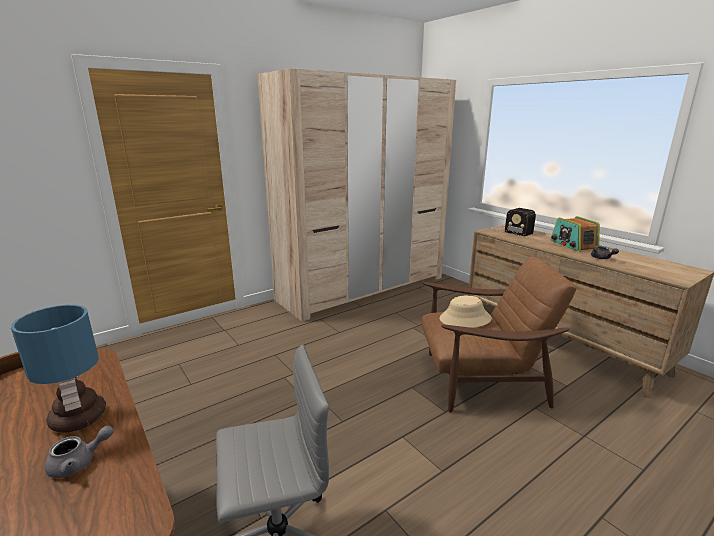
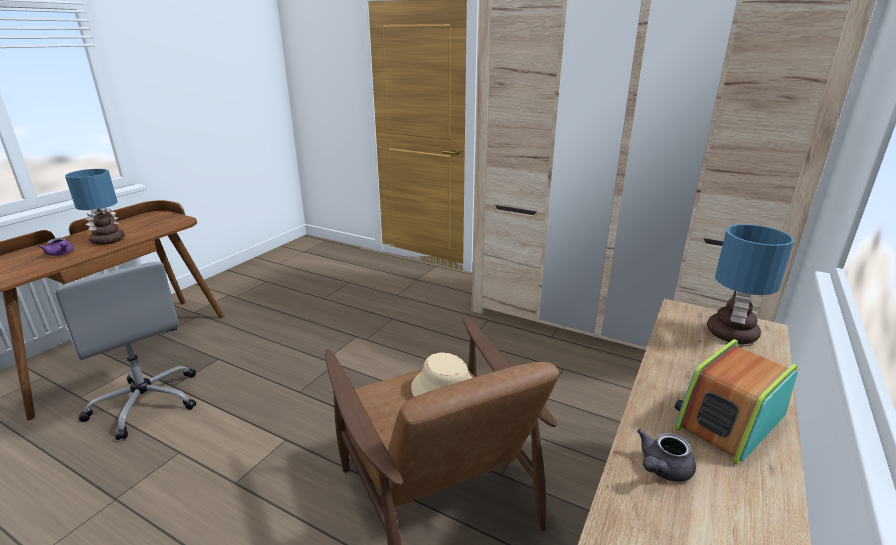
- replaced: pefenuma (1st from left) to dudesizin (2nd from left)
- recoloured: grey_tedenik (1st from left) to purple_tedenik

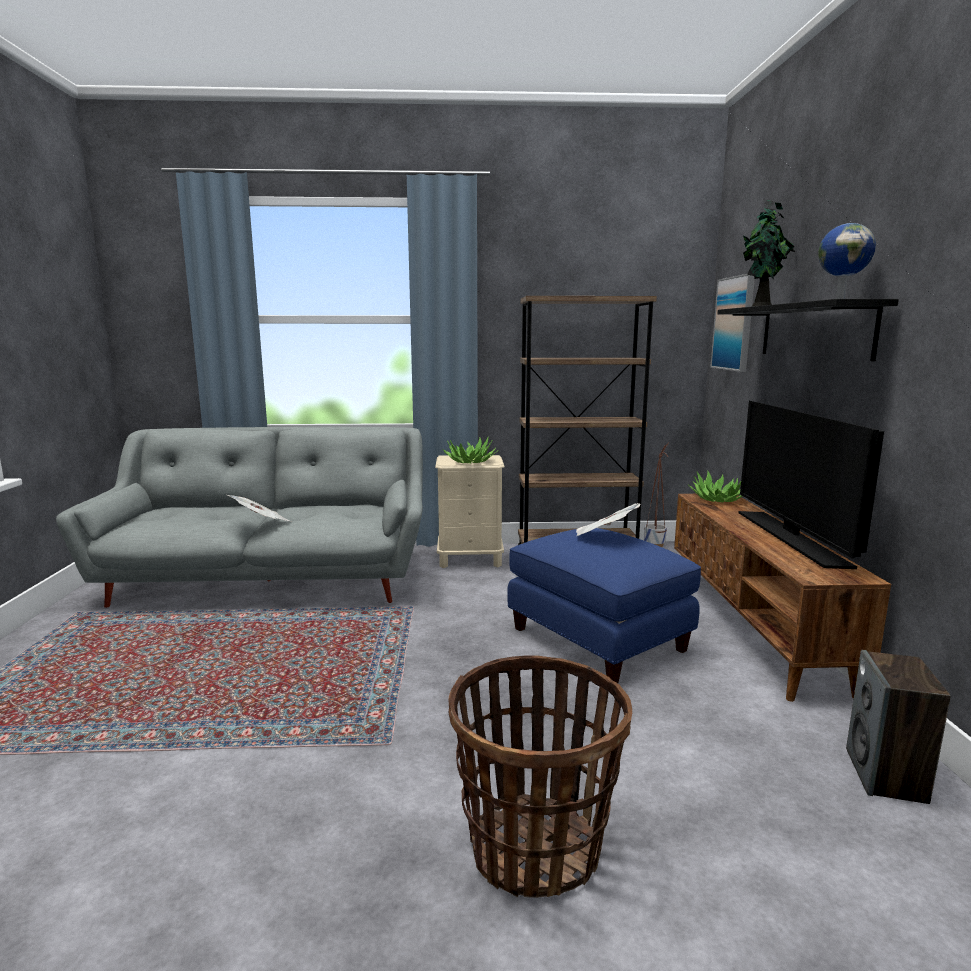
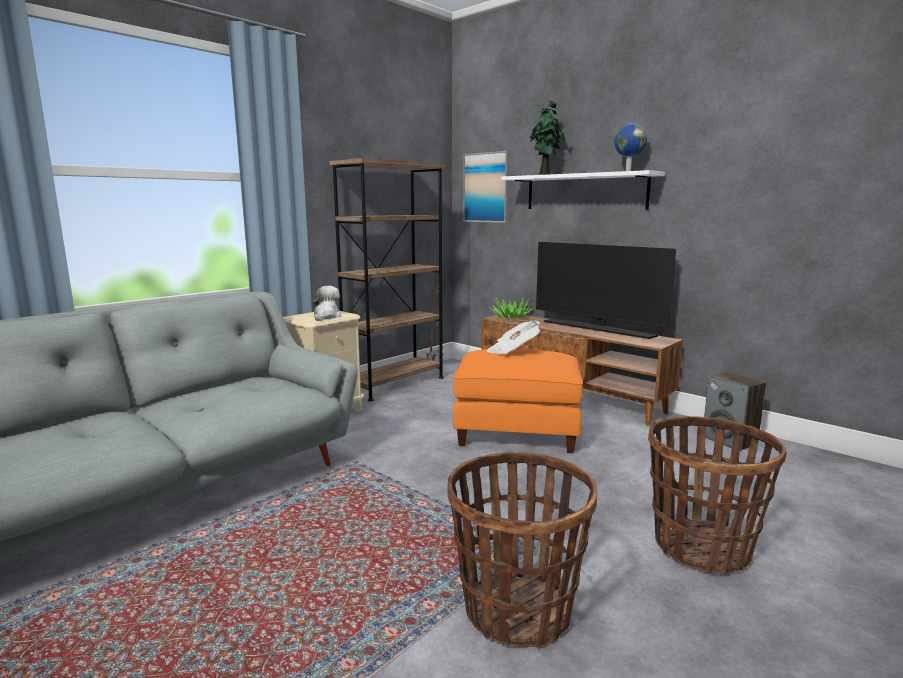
- recoloured: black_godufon to white_godufon
- replaced: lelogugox (1st from left) to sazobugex
- removed: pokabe (1st from left)
- recoloured: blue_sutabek to orange_sutabek
- added: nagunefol (1st from left)

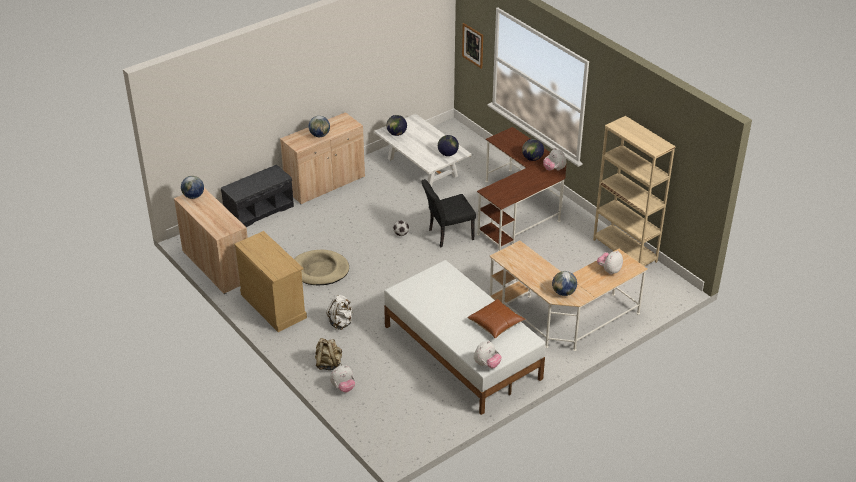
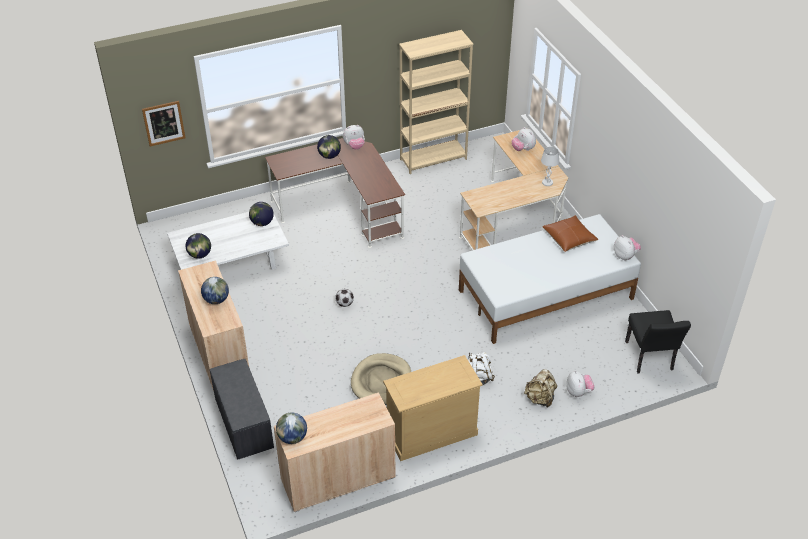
- moved: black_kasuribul
- replaced: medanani (6th from left) to white_dudesizin

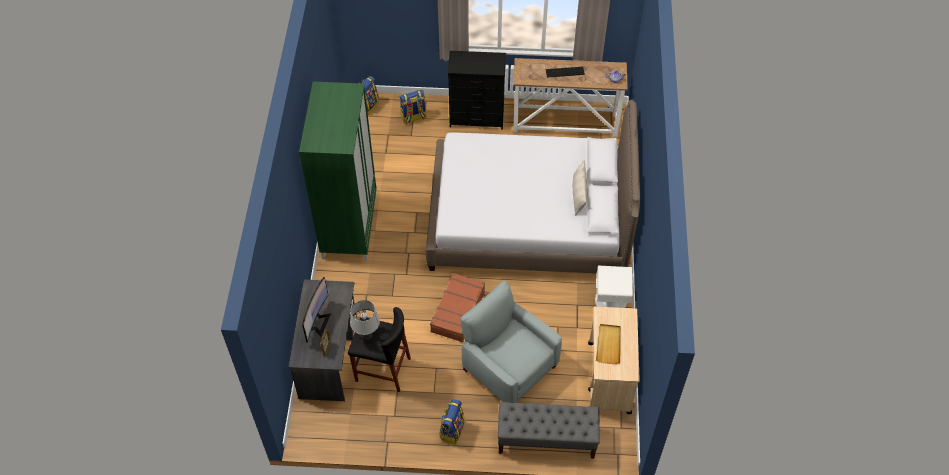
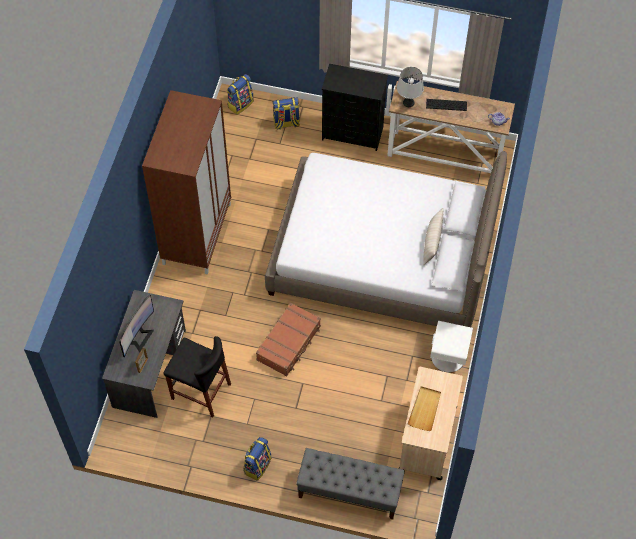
- recoloured: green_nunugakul to brown_nunugakul
- removed: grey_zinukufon
- moved: grey_dudesizin

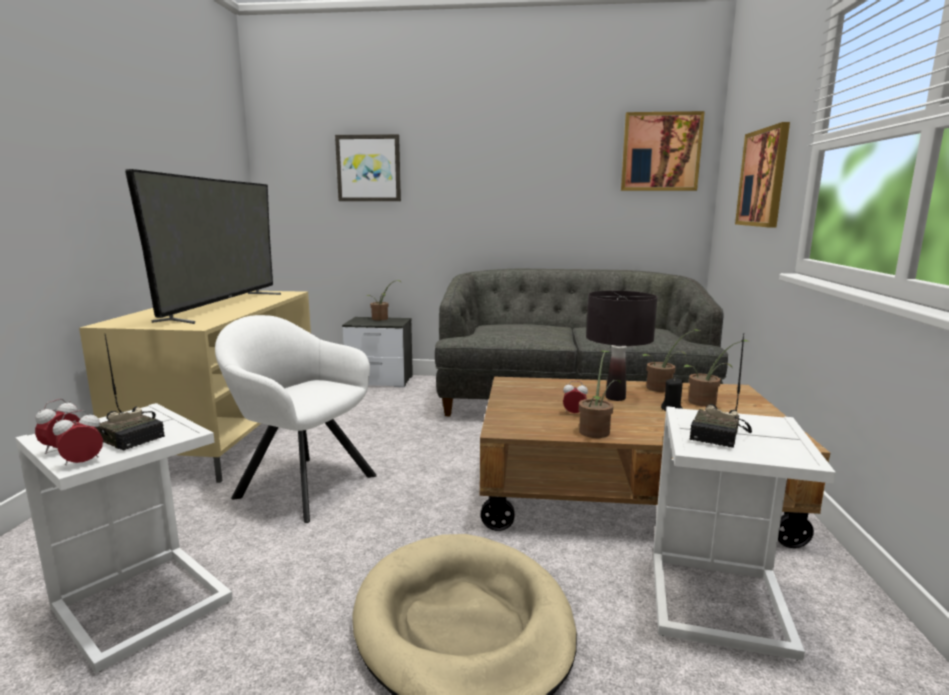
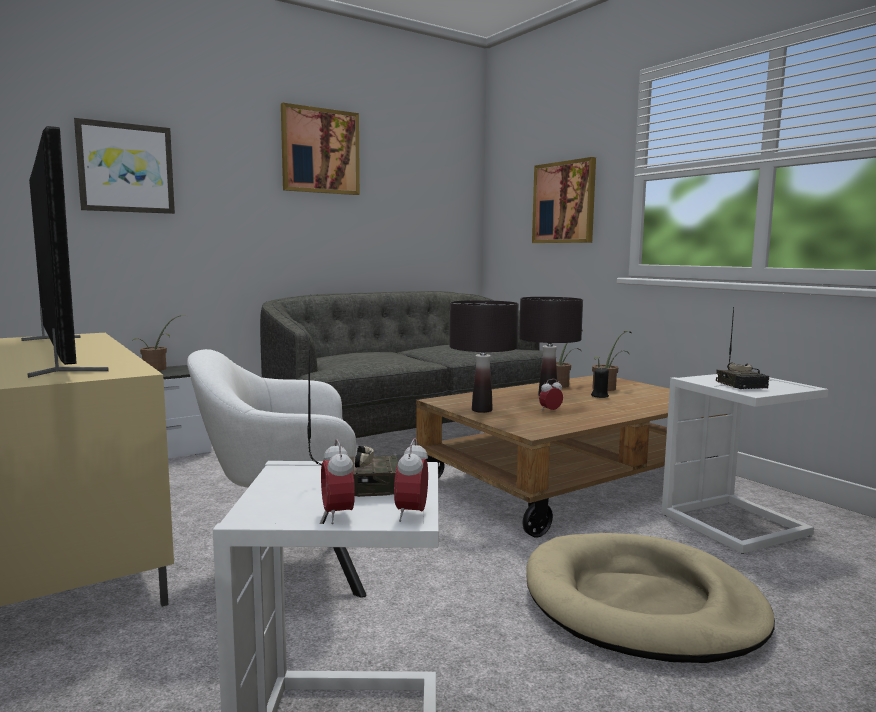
- moved: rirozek (2nd from left)
- removed: lelogugox (2nd from left)
- added: black_dudesizin (1st from left)

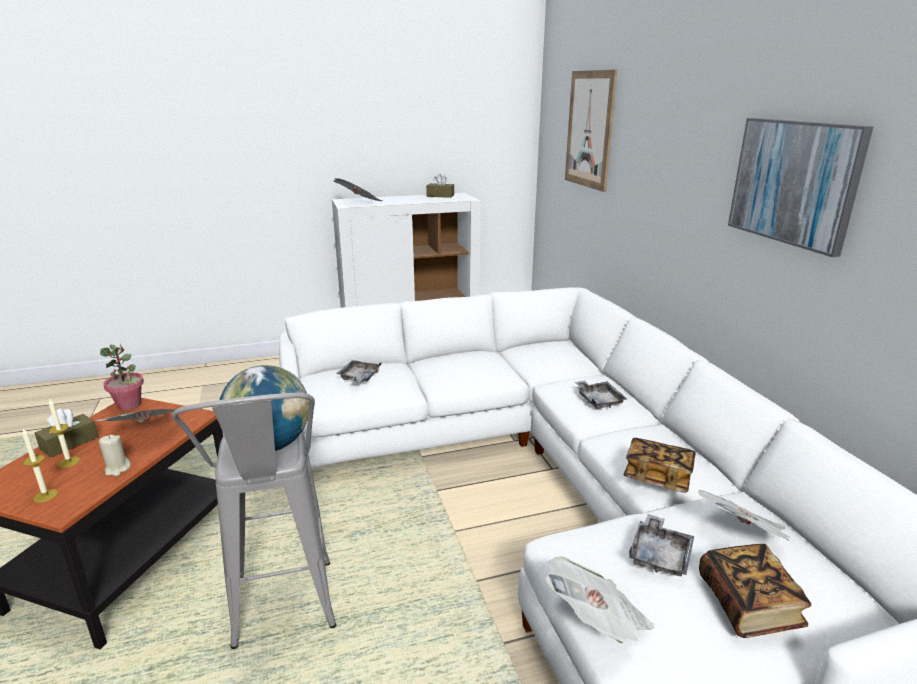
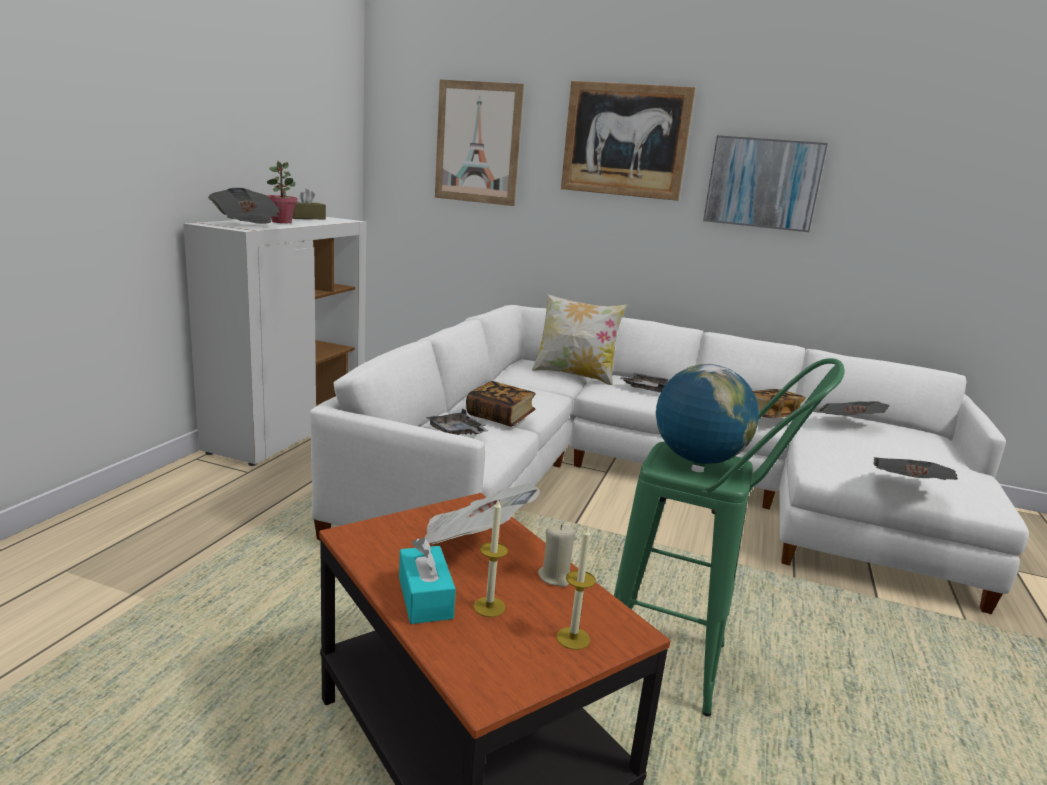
- moved: lelogugox
- recoloured: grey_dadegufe to green_dadegufe
- recoloured: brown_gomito (1st from left) to turquoise_gomito
- removed: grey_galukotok (3rd from left)
- moved: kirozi (2nd from left in the first image) to kirozi (1st from left)
- added: rirozek (2nd from left)
- added: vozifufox

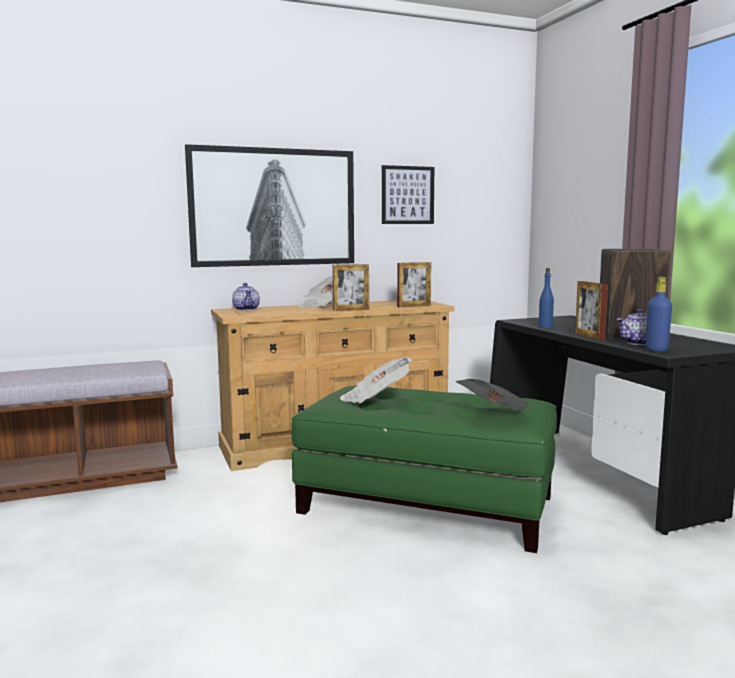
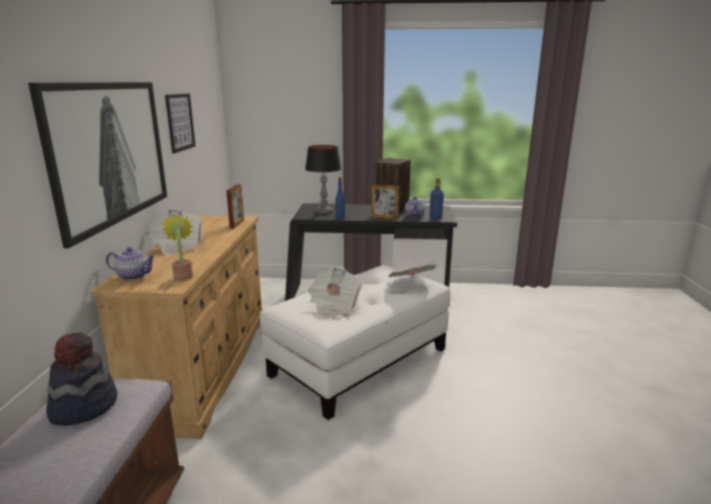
- removed: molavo (1st from left)
- recoloured: green_sutabek to white_sutabek
- added: dudesizin
- added: lelogugox
- added: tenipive

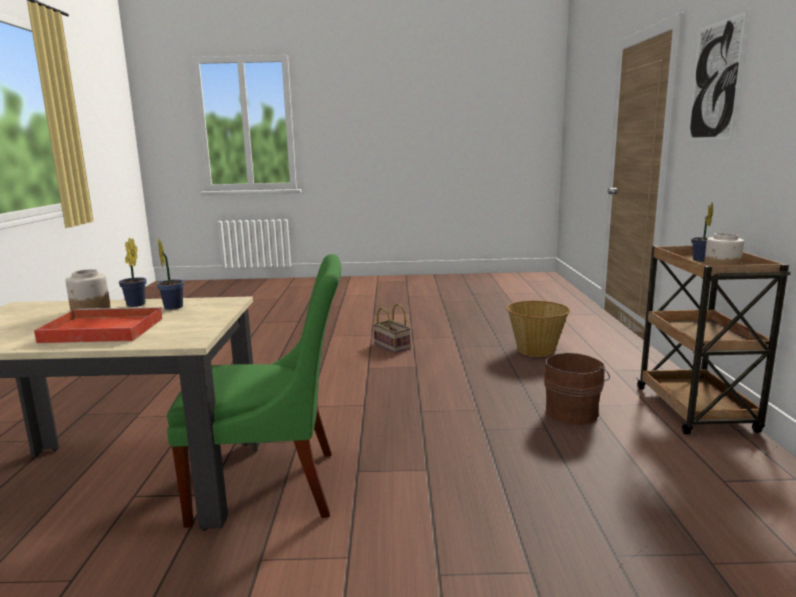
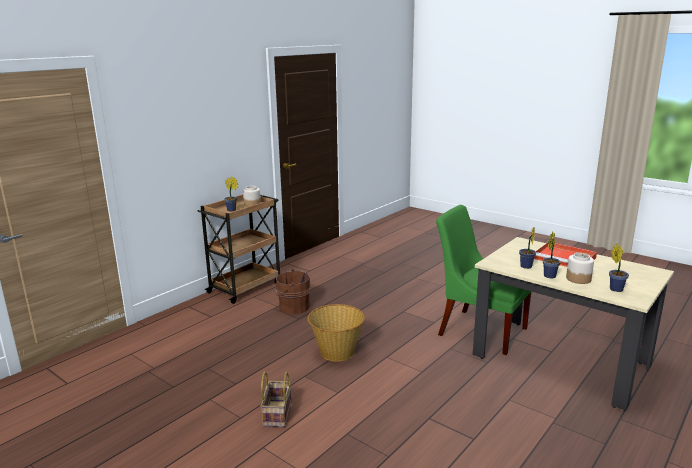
- removed: rirozek
- moved: nagunefol (2nd from left)
- added: lelogugox (4th from left)

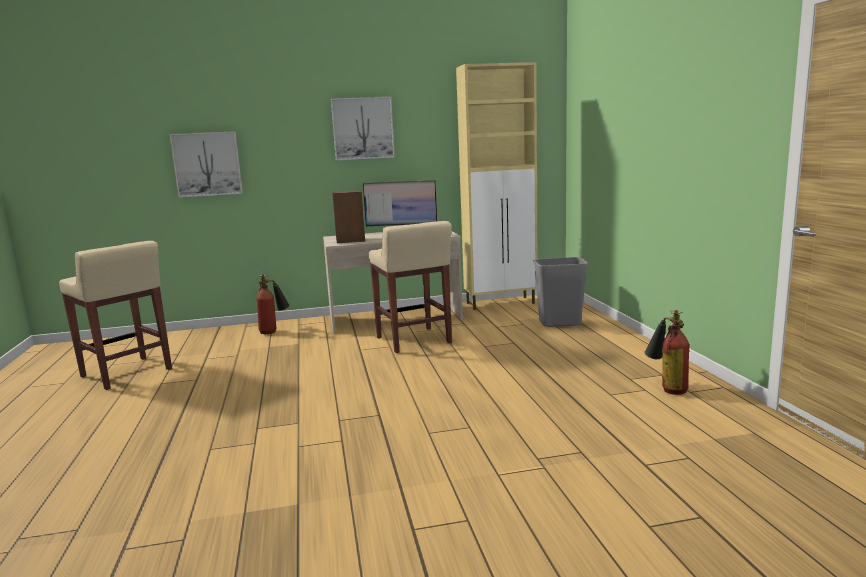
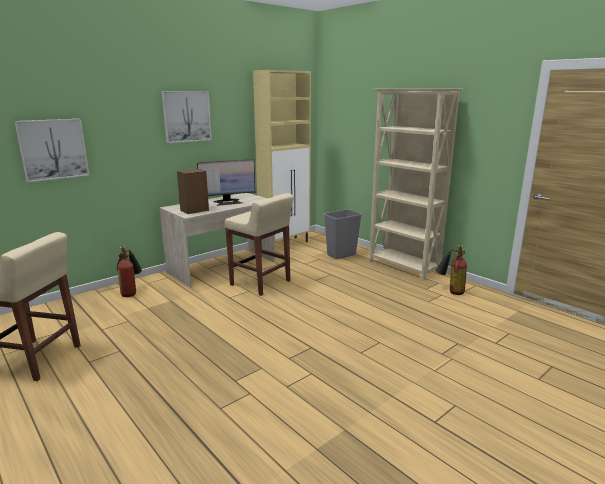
- added: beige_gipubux

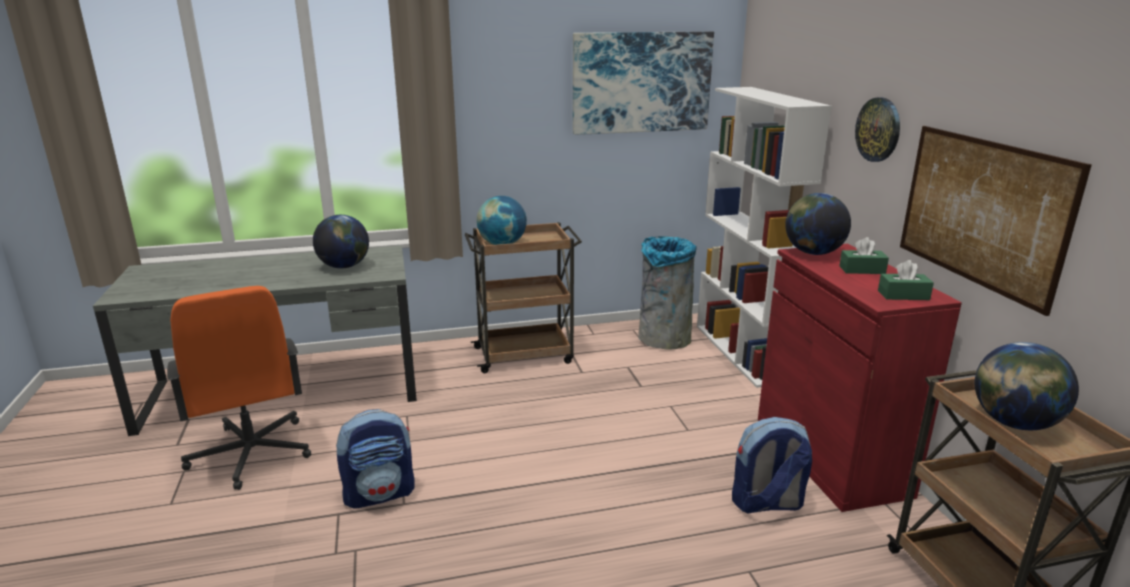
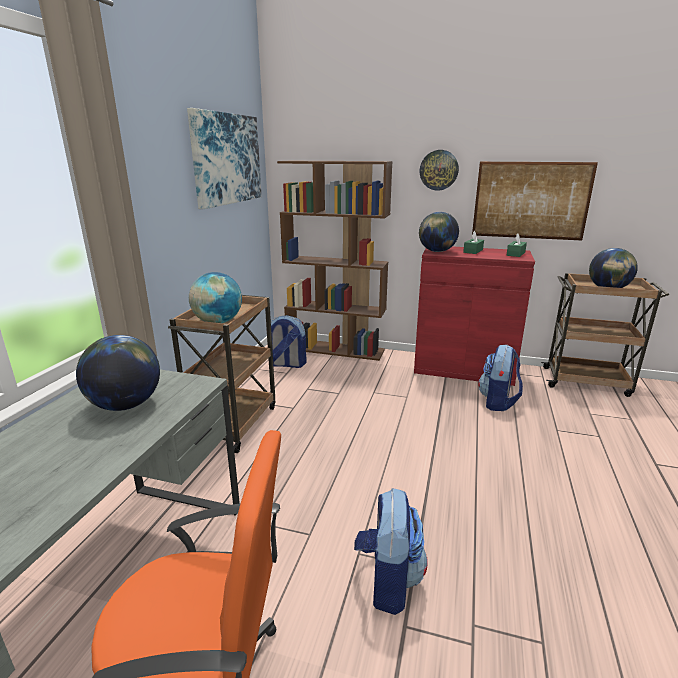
- recoloured: white_gipubux to brown_gipubux
- replaced: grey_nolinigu to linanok (1st from left)

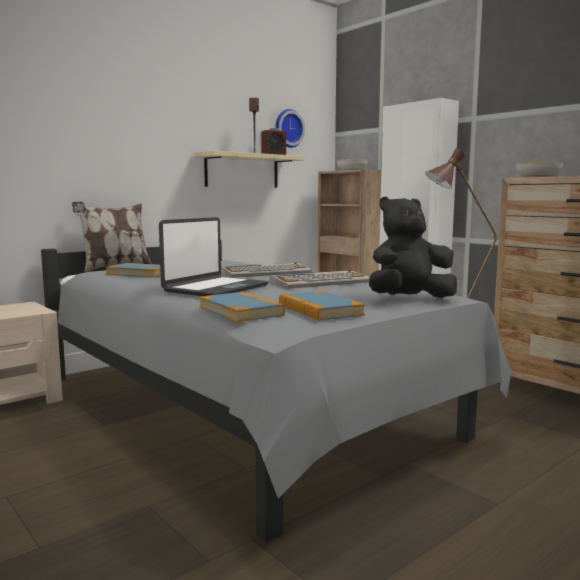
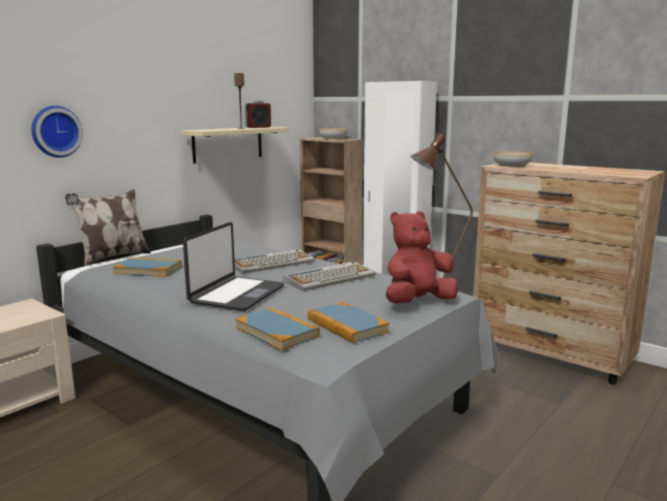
- moved: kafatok
- recoloured: black_sazobugex to red_sazobugex

